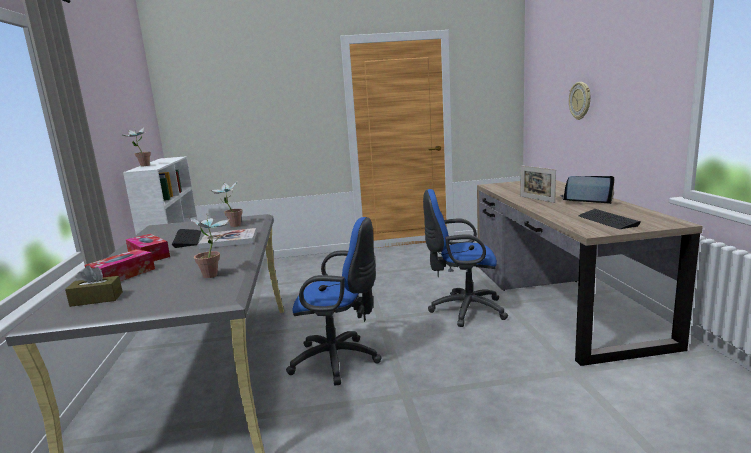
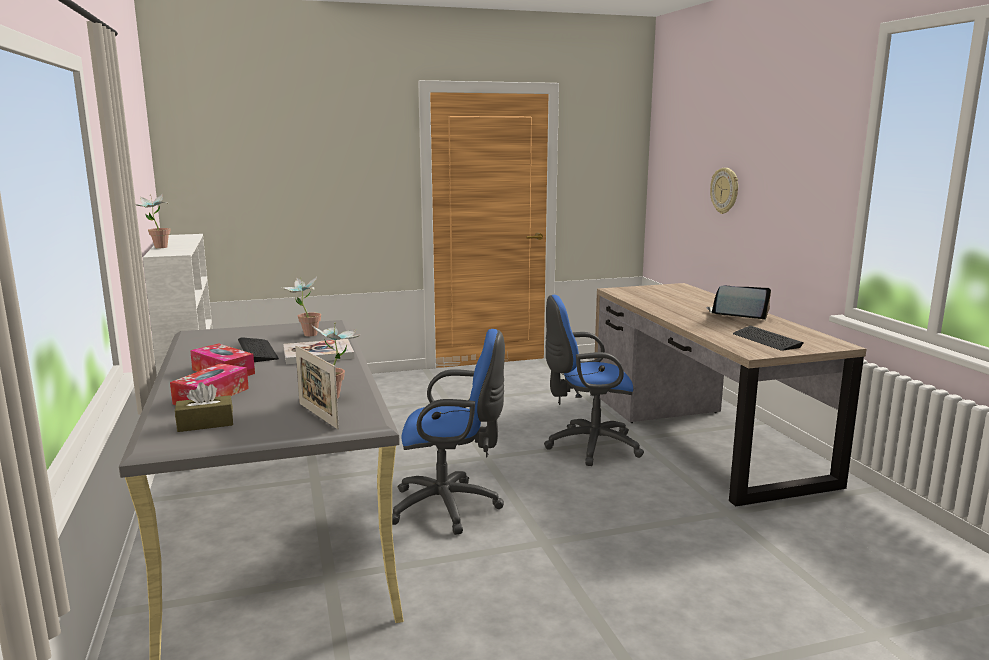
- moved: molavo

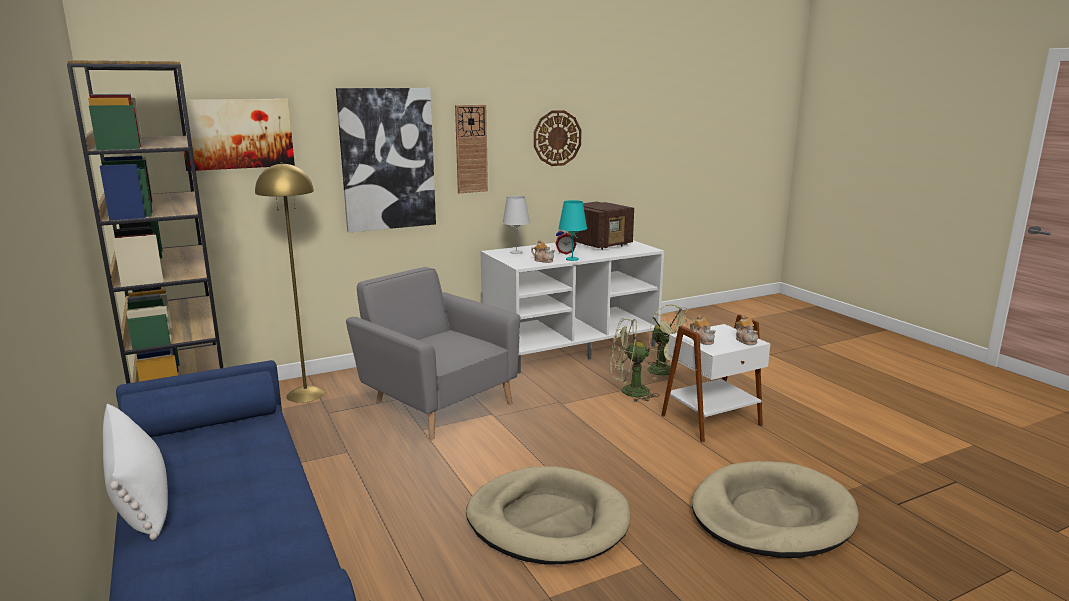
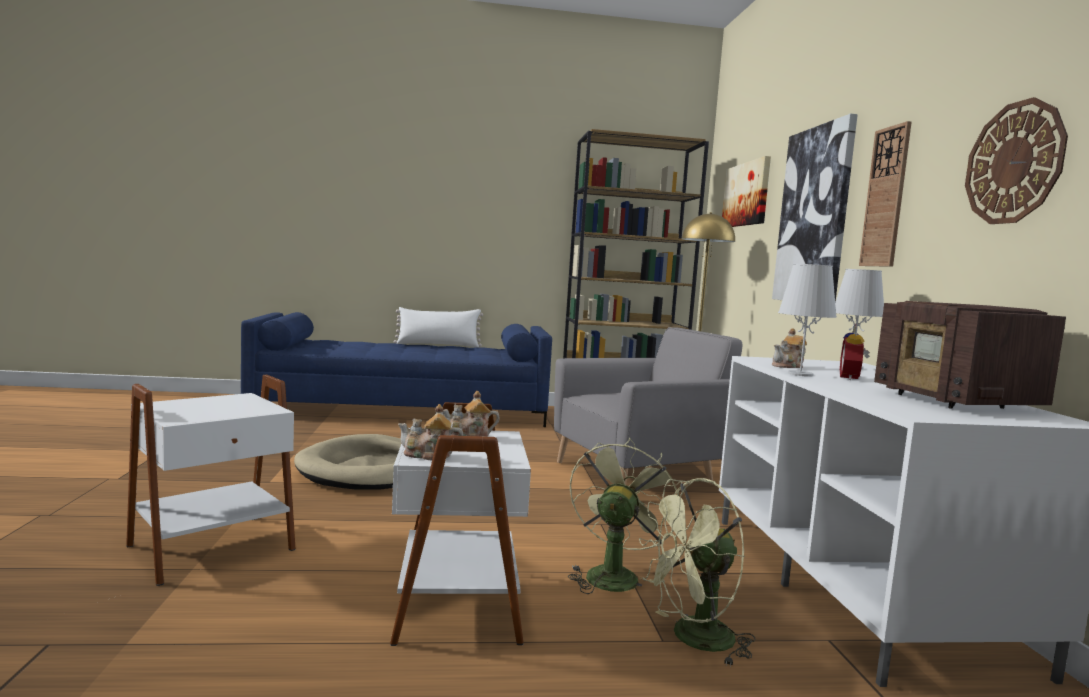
- recoloured: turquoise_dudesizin to white_dudesizin (1st from left)
- replaced: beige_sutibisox (2nd from left) to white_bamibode (1st from left)

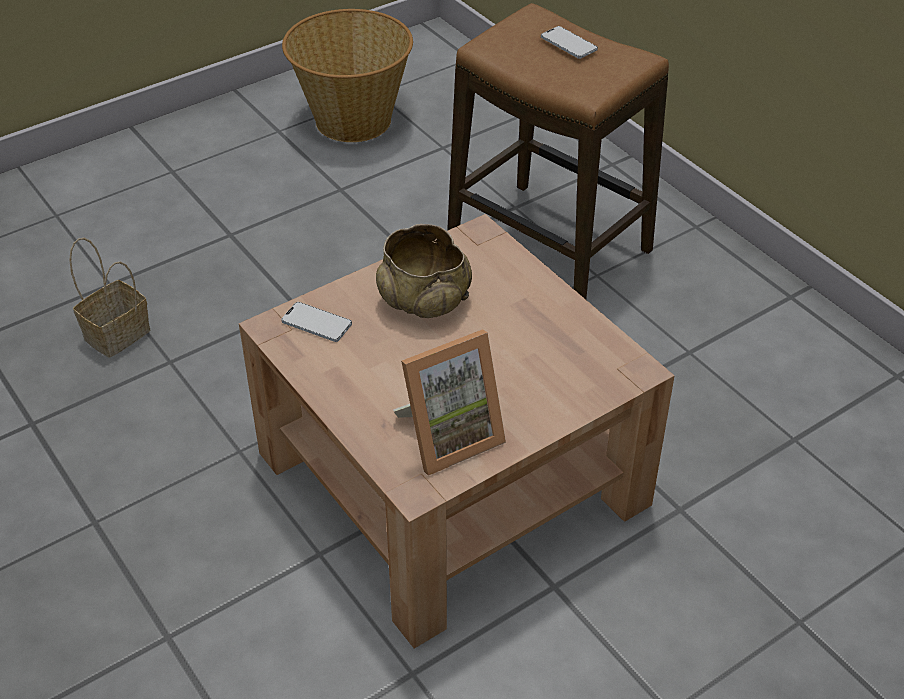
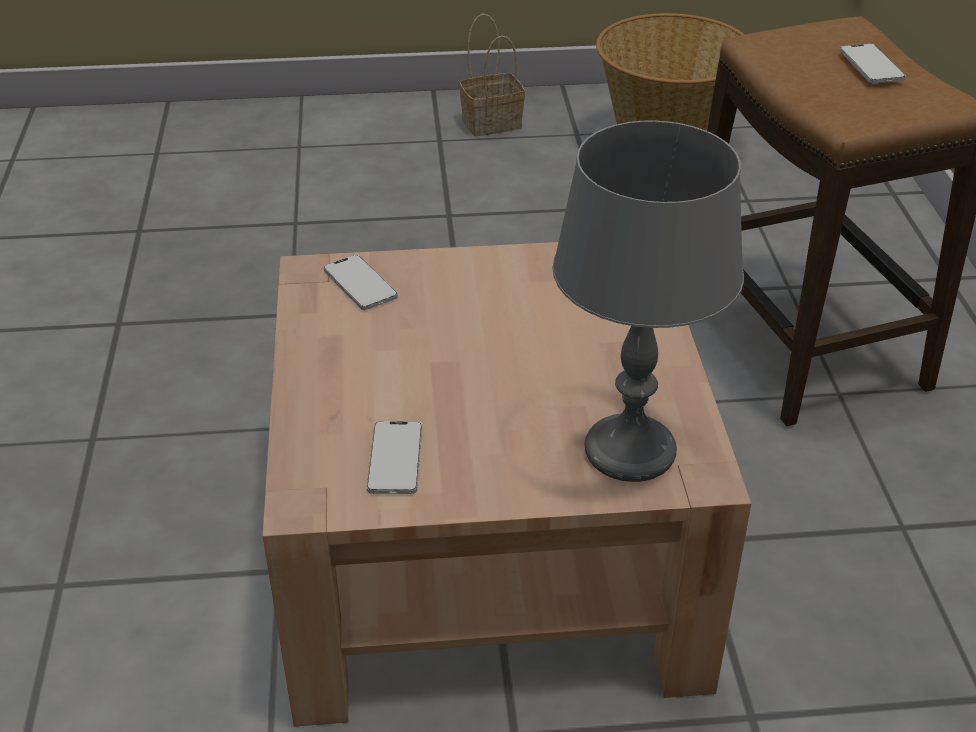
- removed: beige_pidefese
- moved: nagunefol (1st from left)
- replaced: molavo to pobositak (2nd from left)
- added: grey_dudesizin

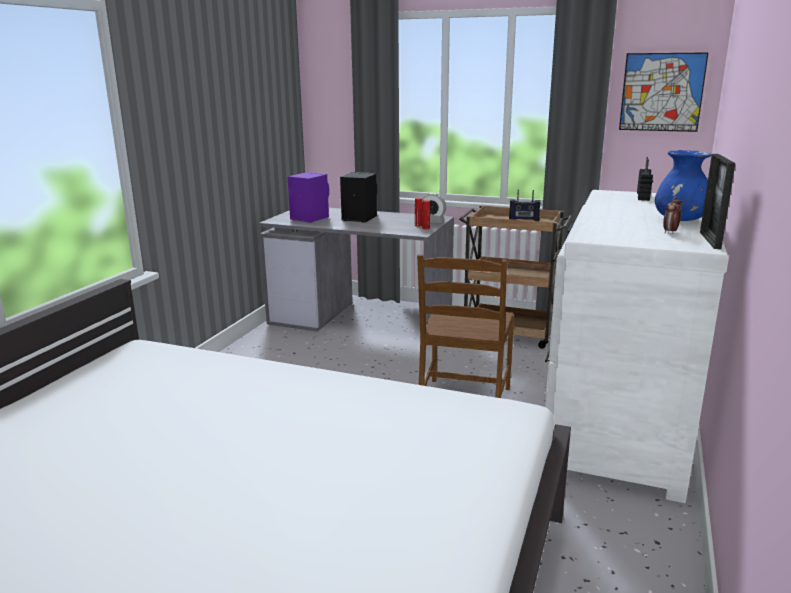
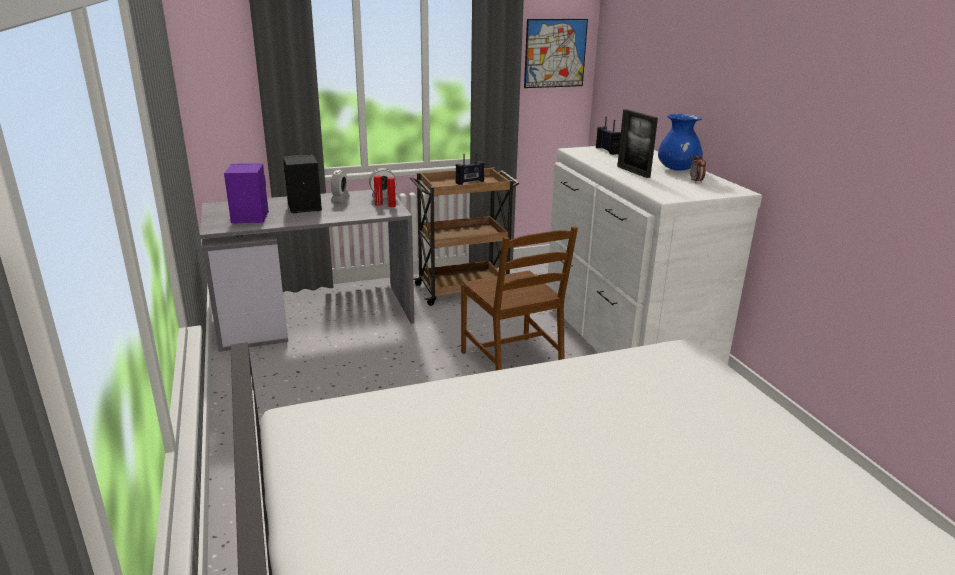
- moved: molavo
- added: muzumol (1st from left)

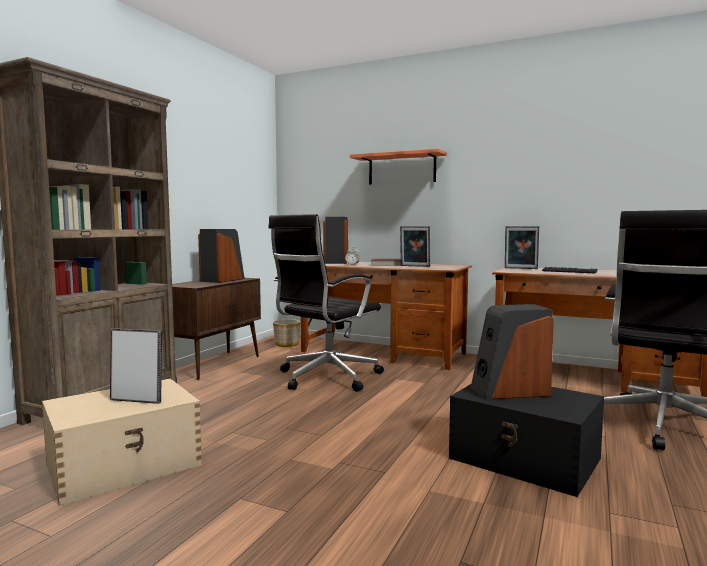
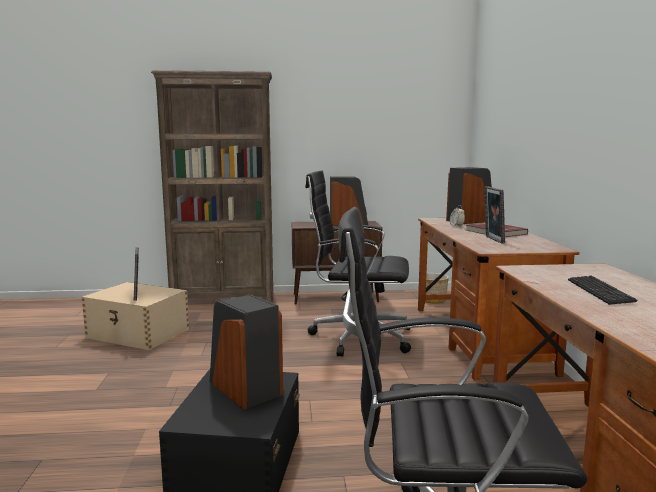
- removed: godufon
- removed: molavo (3rd from left)

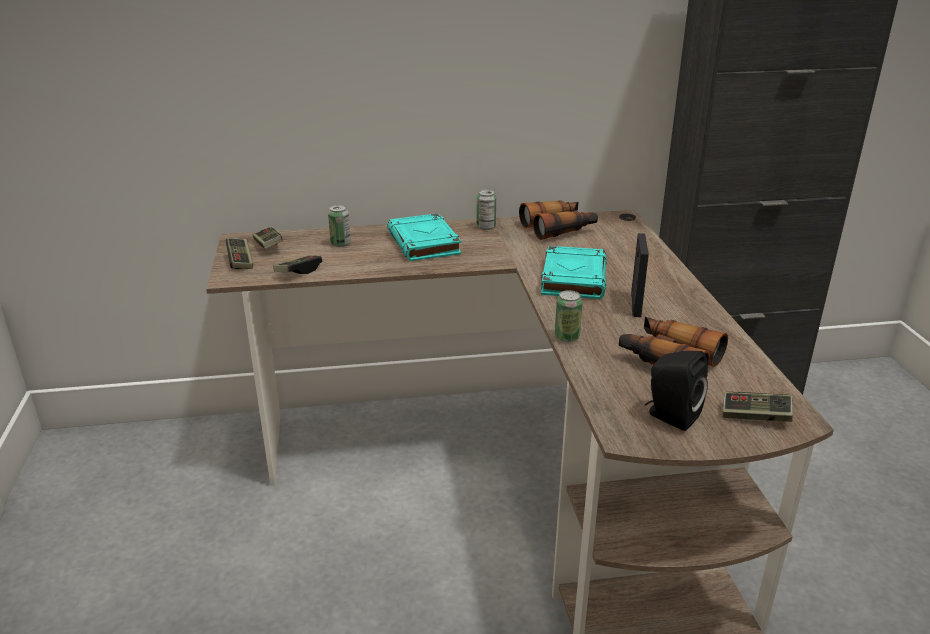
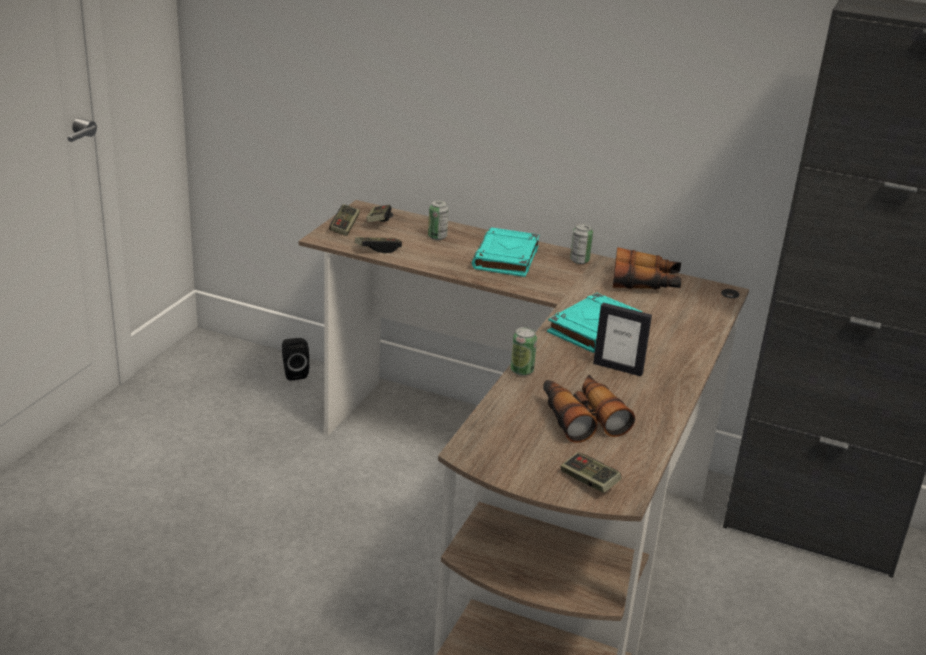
- turned: molavo 75 degrees clockwise
- moved: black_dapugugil

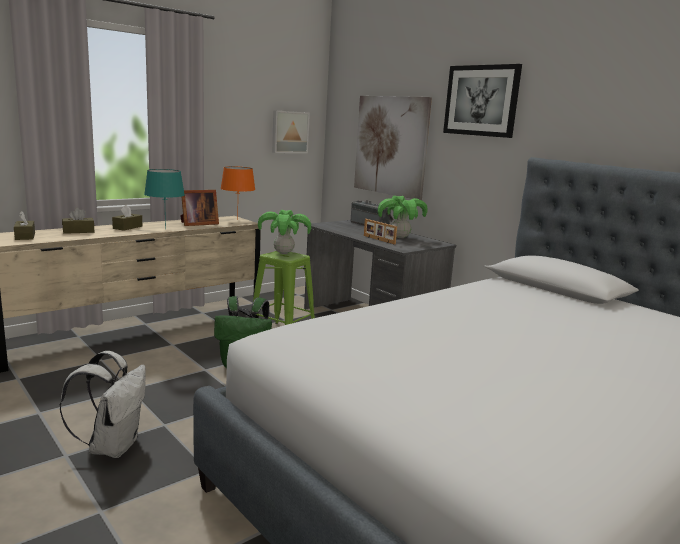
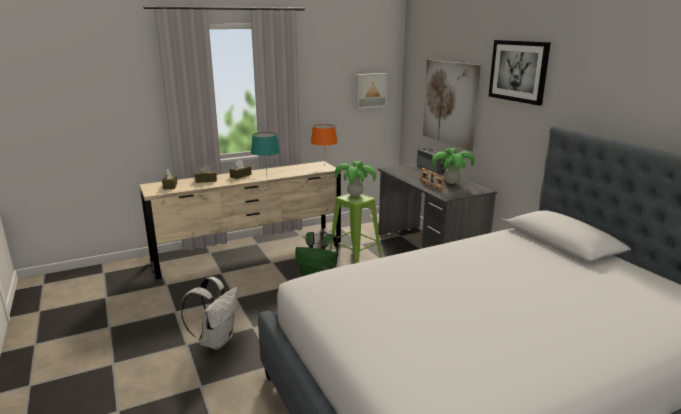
- removed: molavo (1st from left)

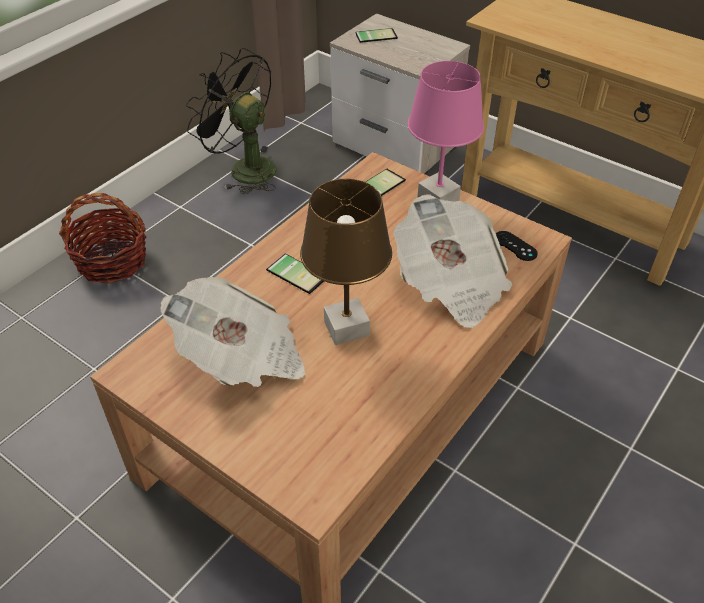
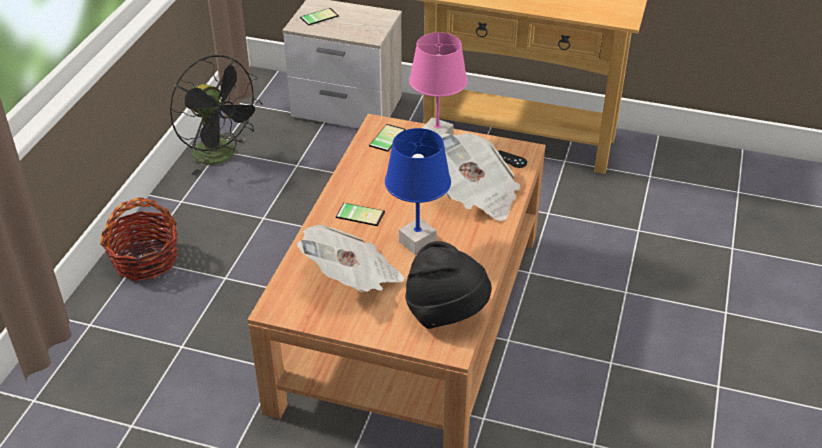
- turned: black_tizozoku 150 degrees counterclockwise
- recoloured: brown_dudesizin to blue_dudesizin
- added: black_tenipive

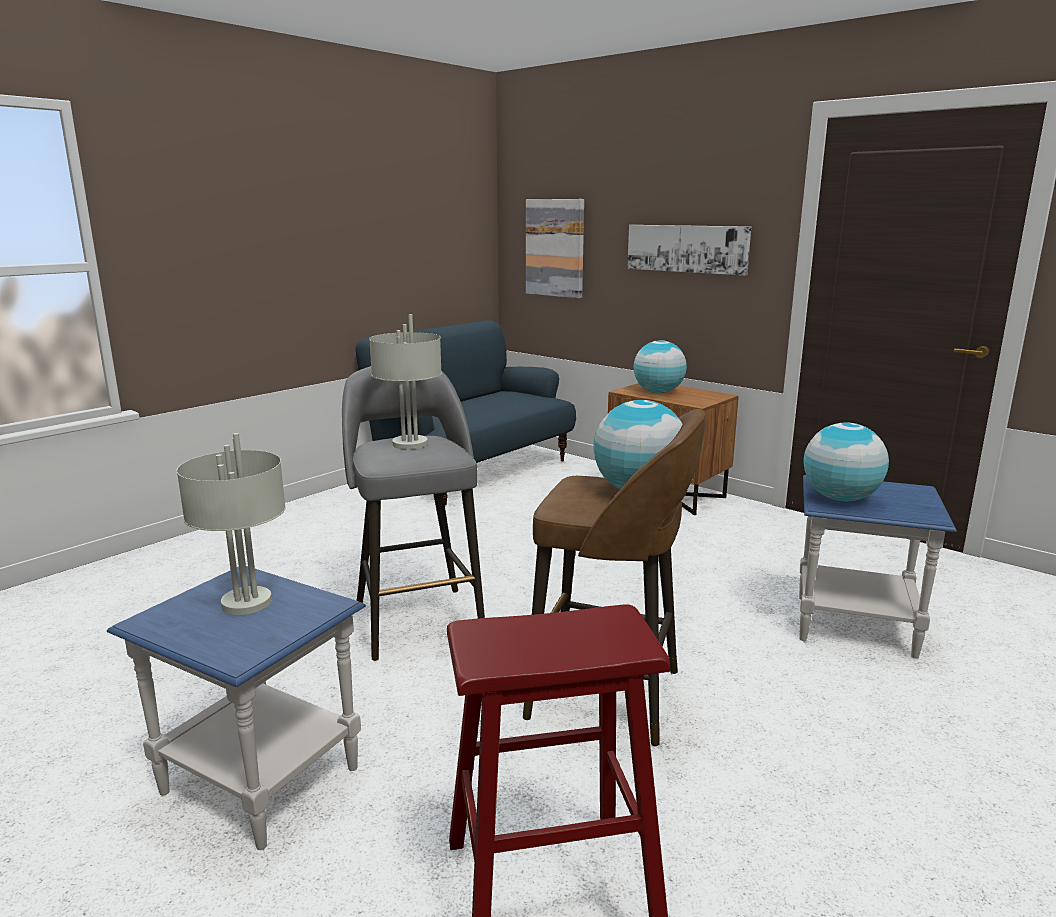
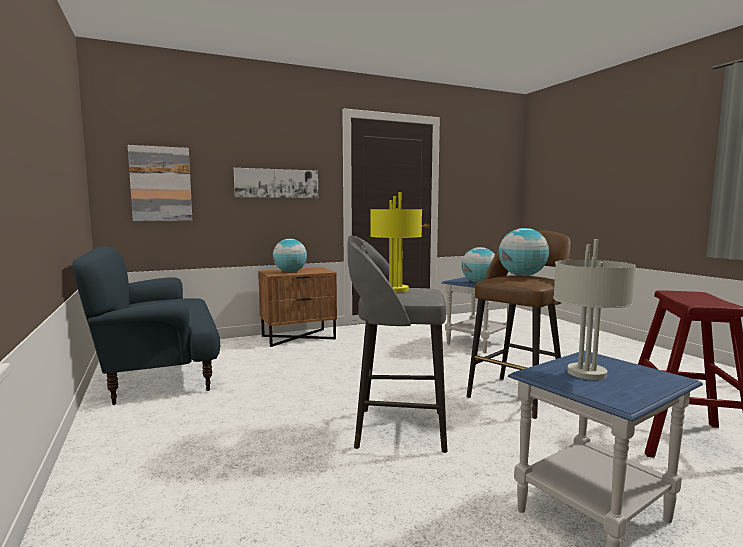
- recoloured: grey_dudesizin (2nd from left) to yellow_dudesizin

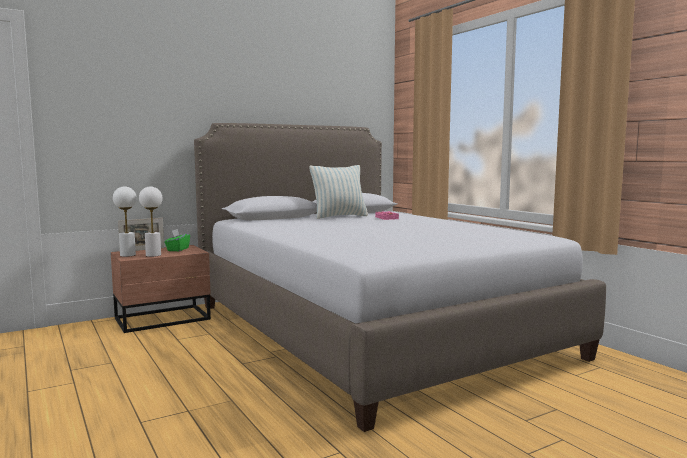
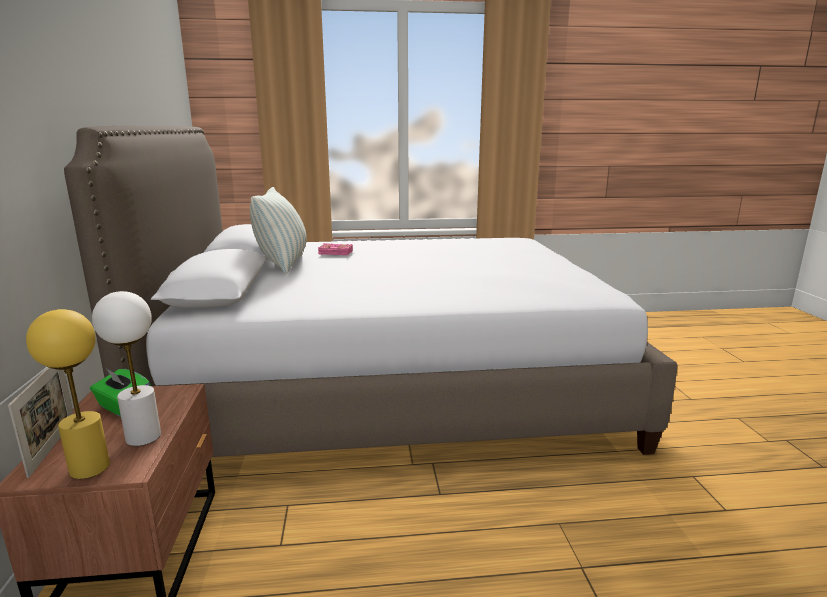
- recoloured: white_dudesizin (1st from left) to yellow_dudesizin

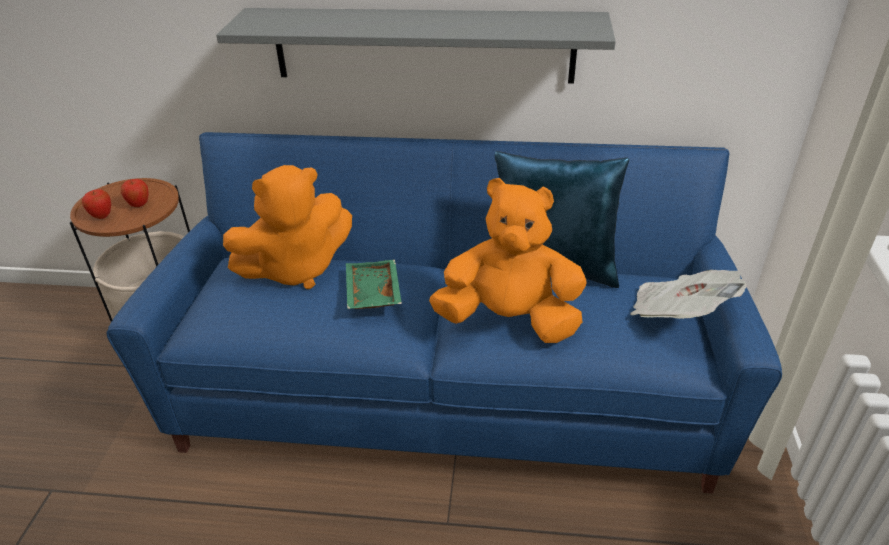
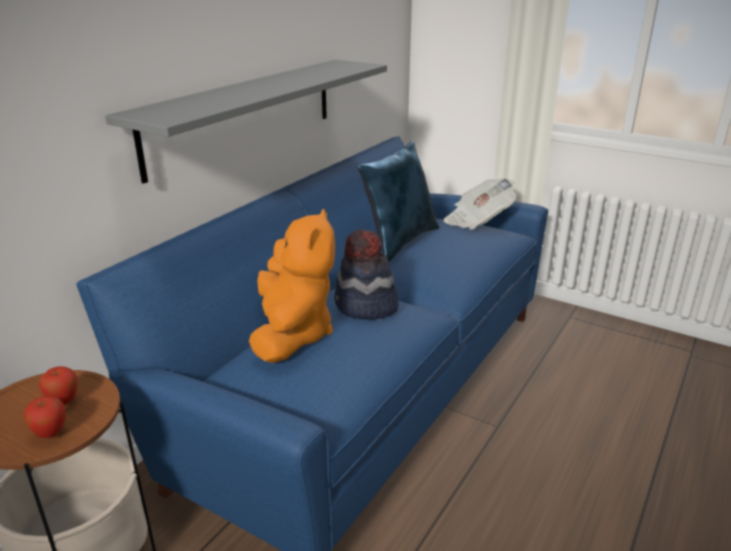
- removed: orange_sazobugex (2nd from left)
- replaced: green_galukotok to tenipive

